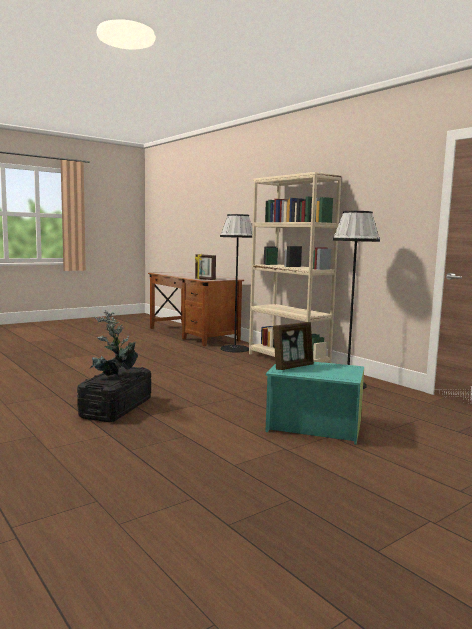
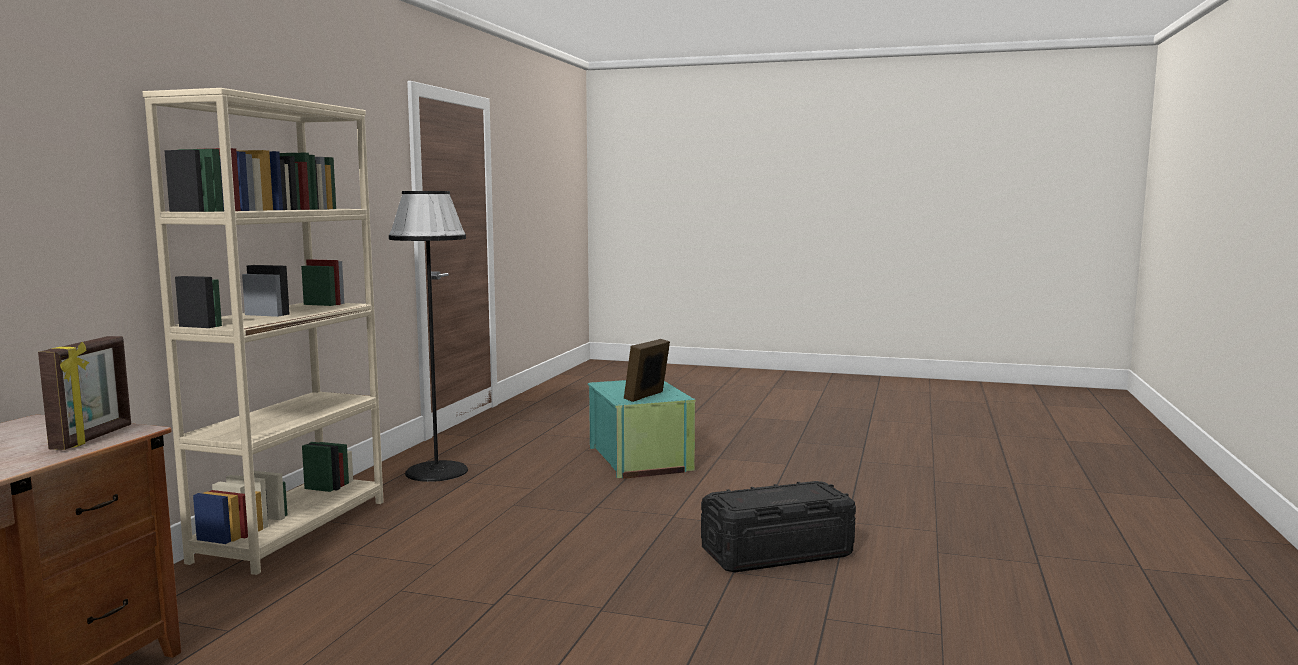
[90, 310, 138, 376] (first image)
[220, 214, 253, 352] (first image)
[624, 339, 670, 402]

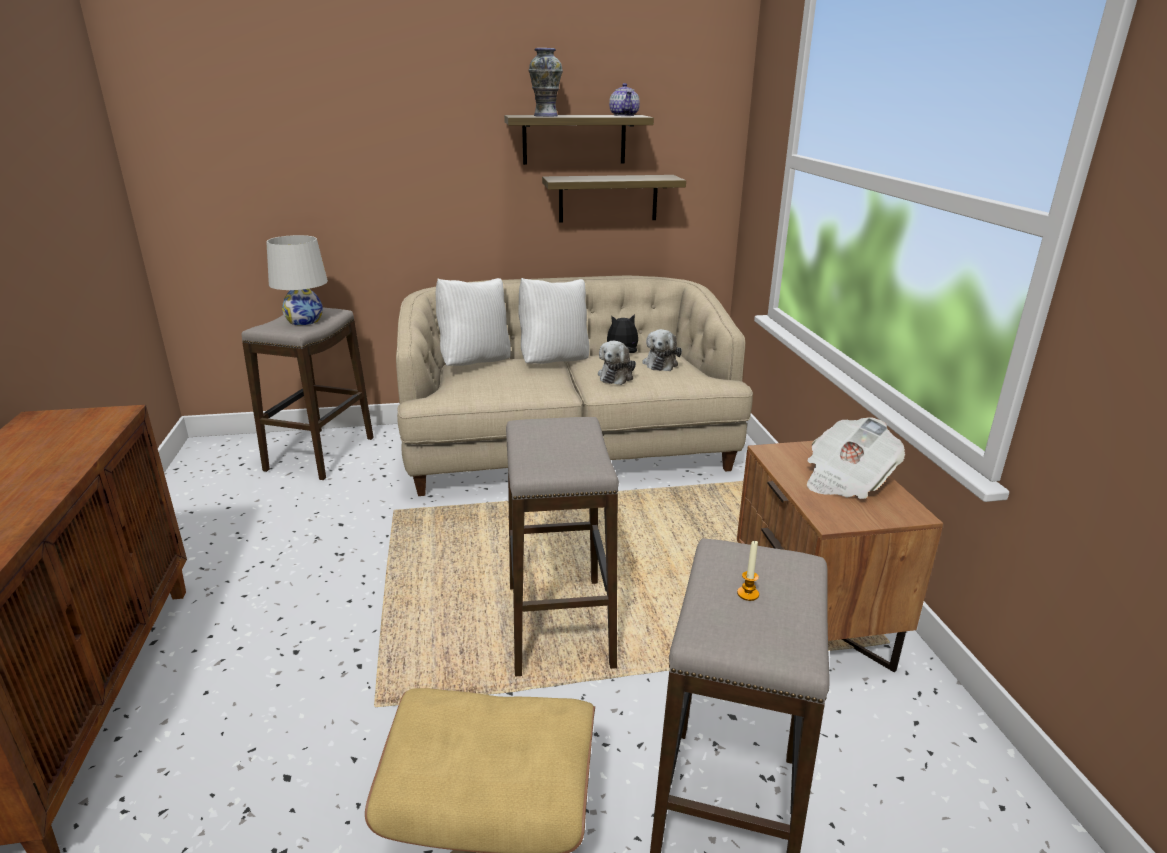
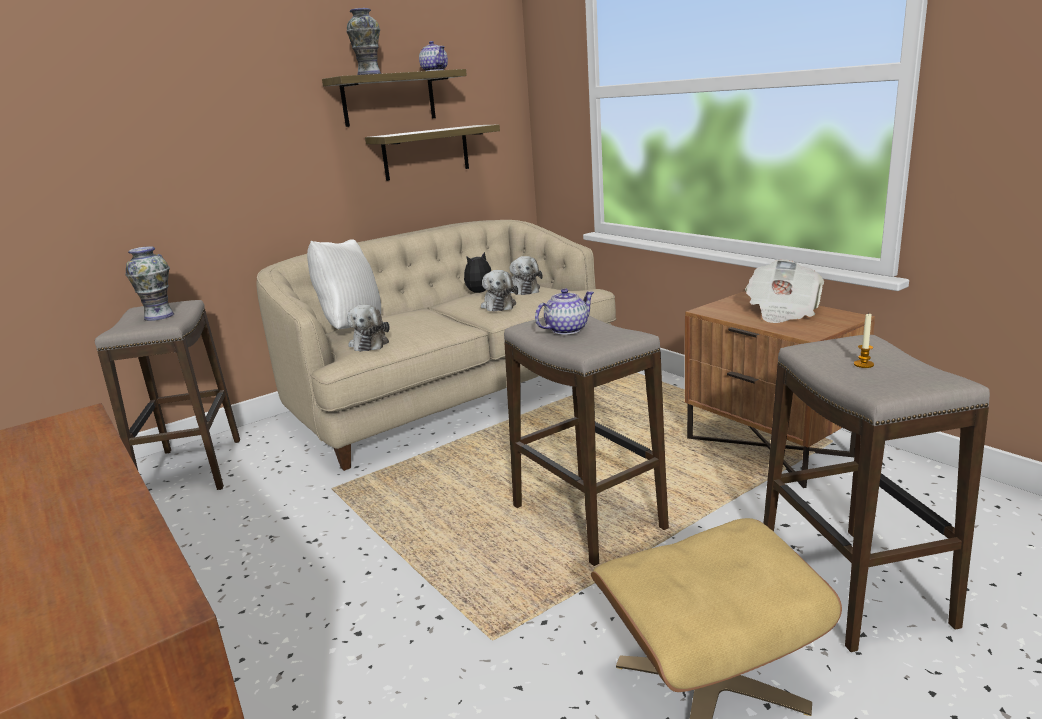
[126, 246, 174, 321]
[518, 278, 589, 364] (first image)
[347, 305, 390, 352]
[535, 288, 594, 335]

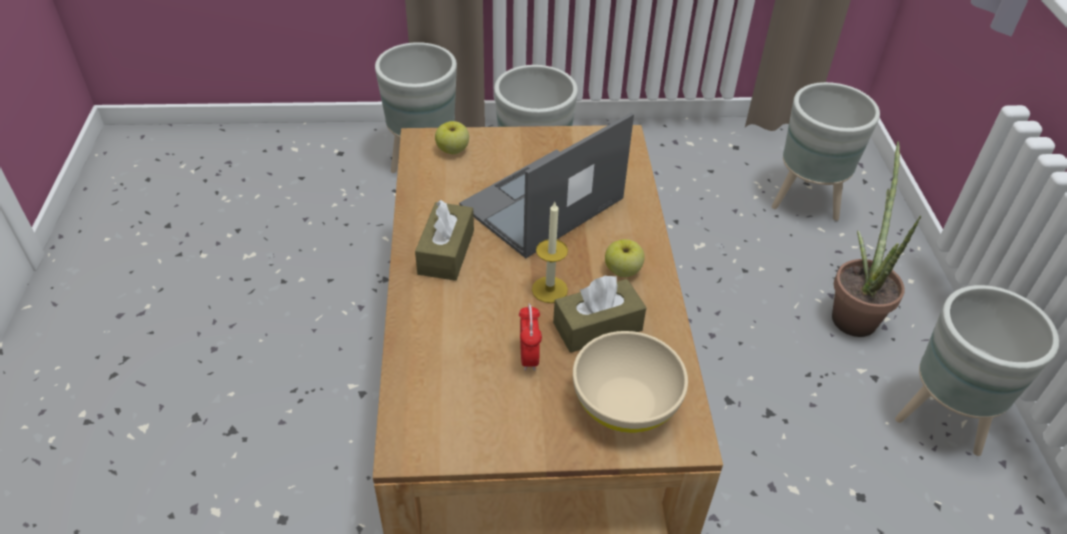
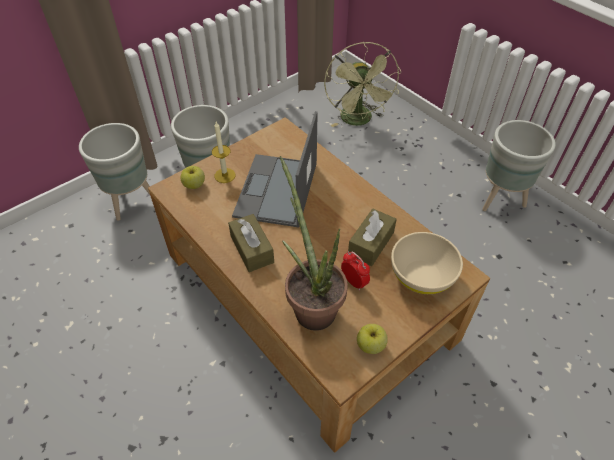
[212, 122, 236, 183]
[357, 324, 388, 354]
[324, 42, 401, 127]
[280, 156, 348, 331]

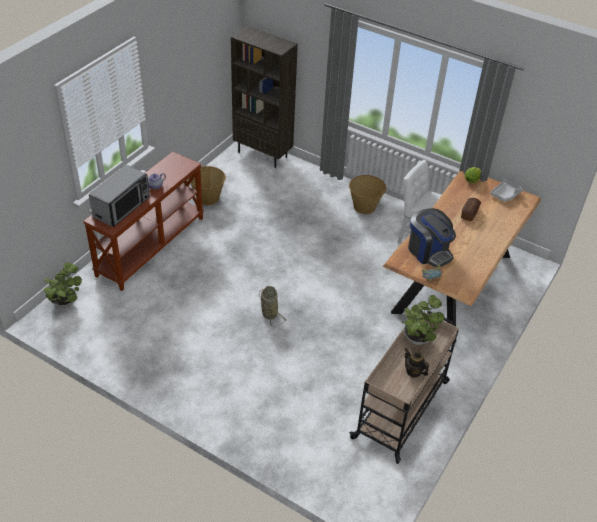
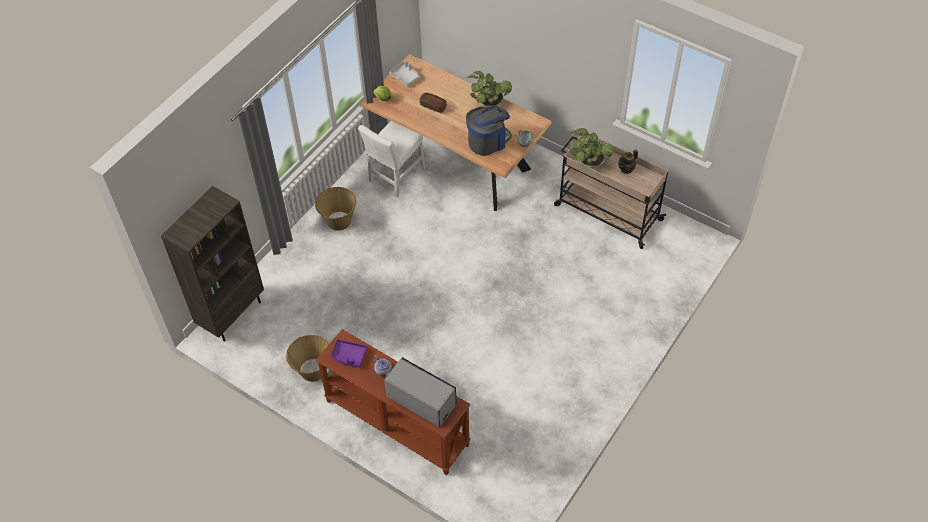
[467, 71, 512, 108]
[259, 286, 286, 327] (first image)
[331, 339, 367, 368]

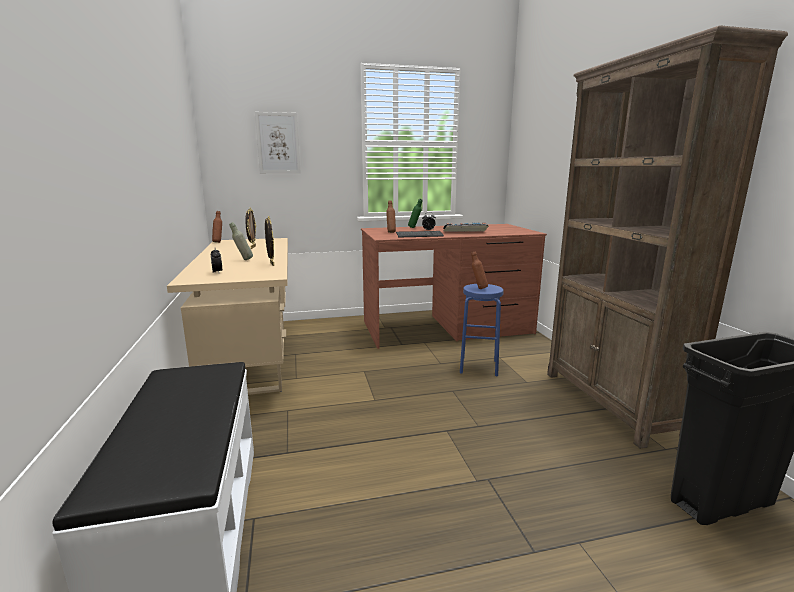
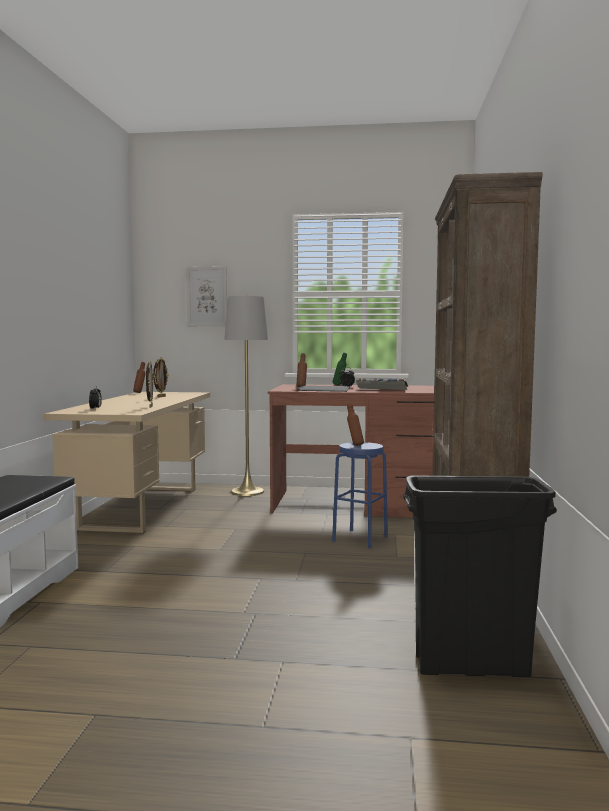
[229, 222, 253, 260] (first image)
[224, 295, 268, 496]

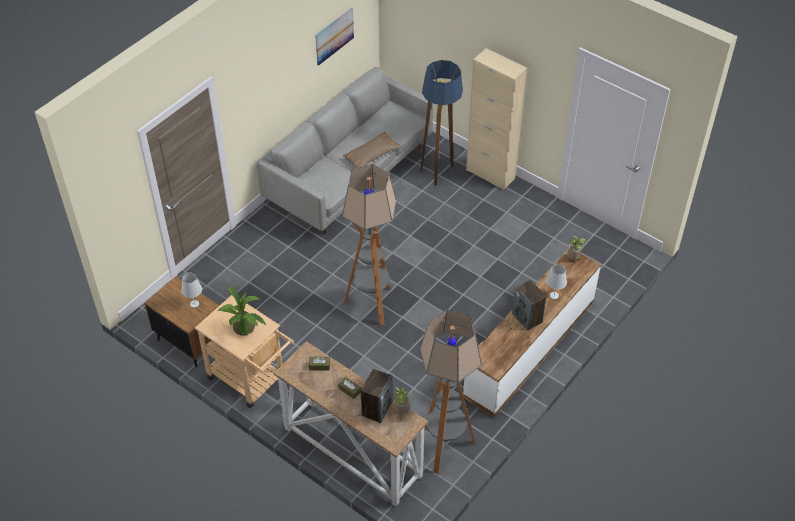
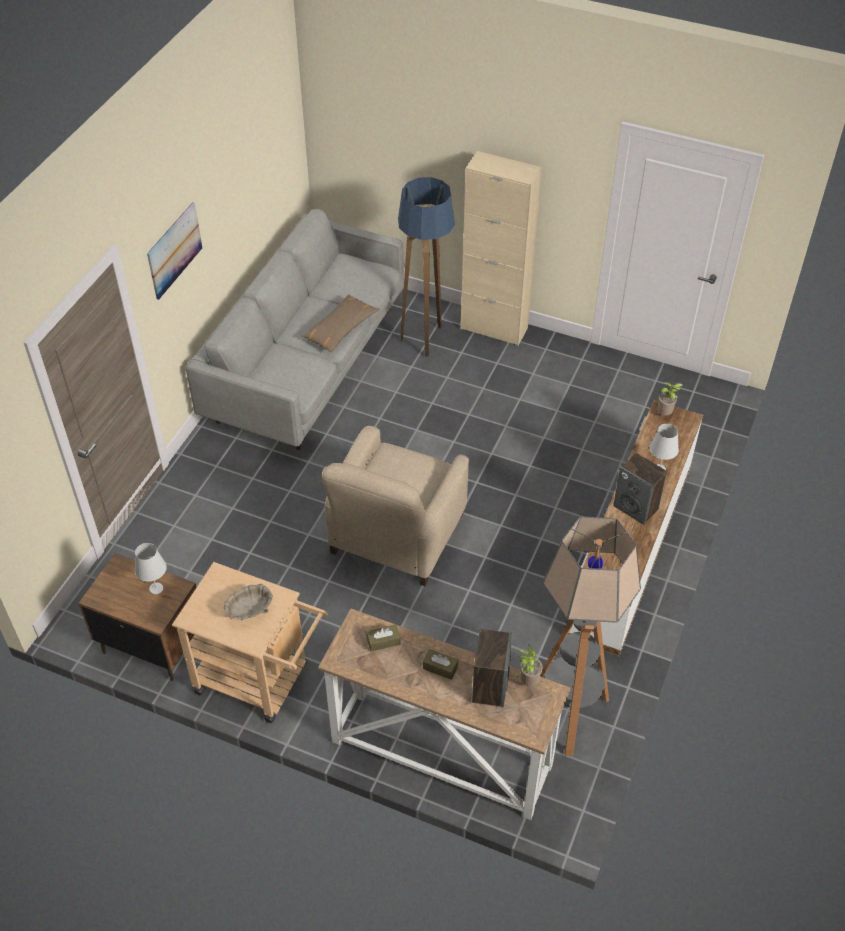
[224, 584, 273, 620]
[147, 202, 202, 300]
[322, 426, 469, 586]

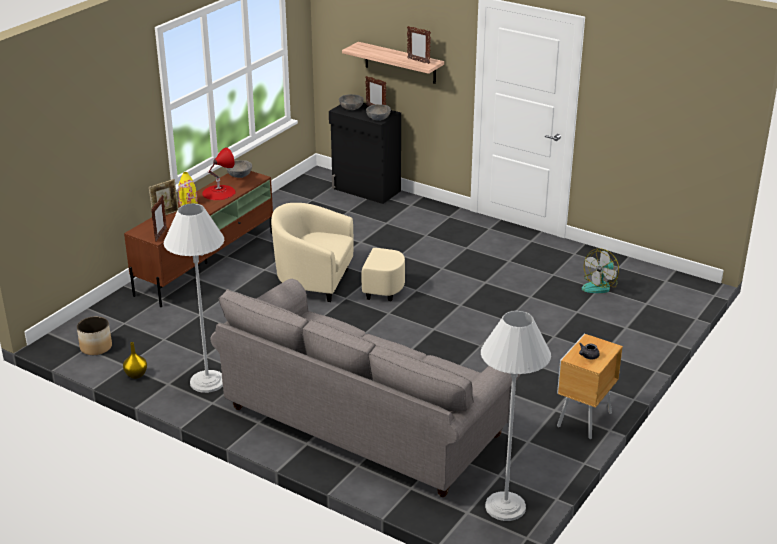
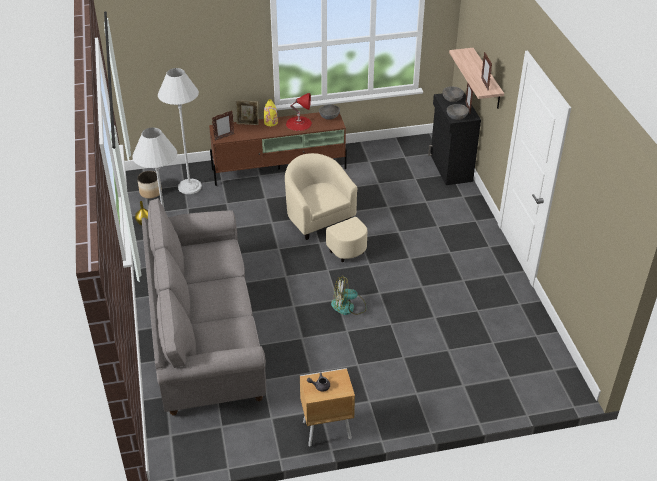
[158, 68, 202, 194]
[331, 276, 367, 315]

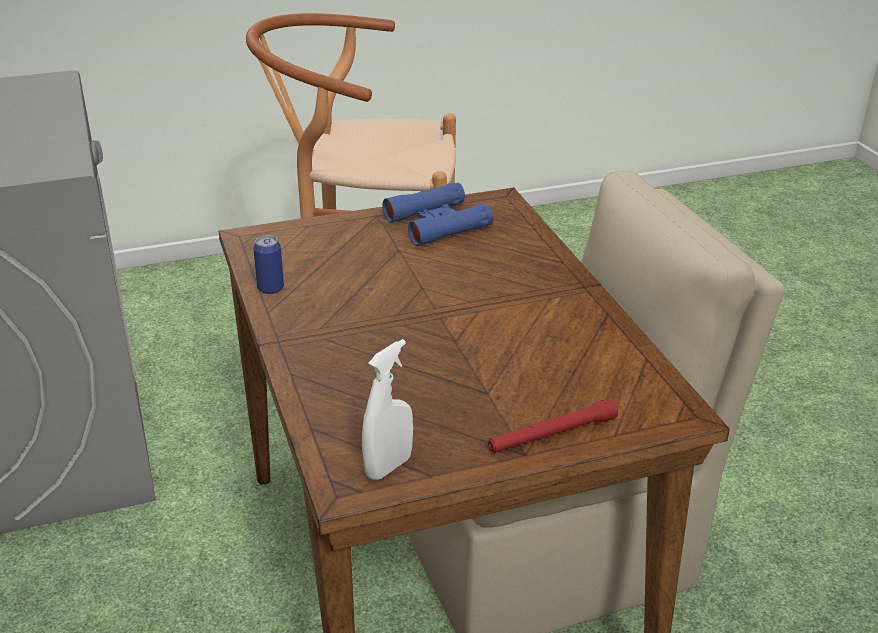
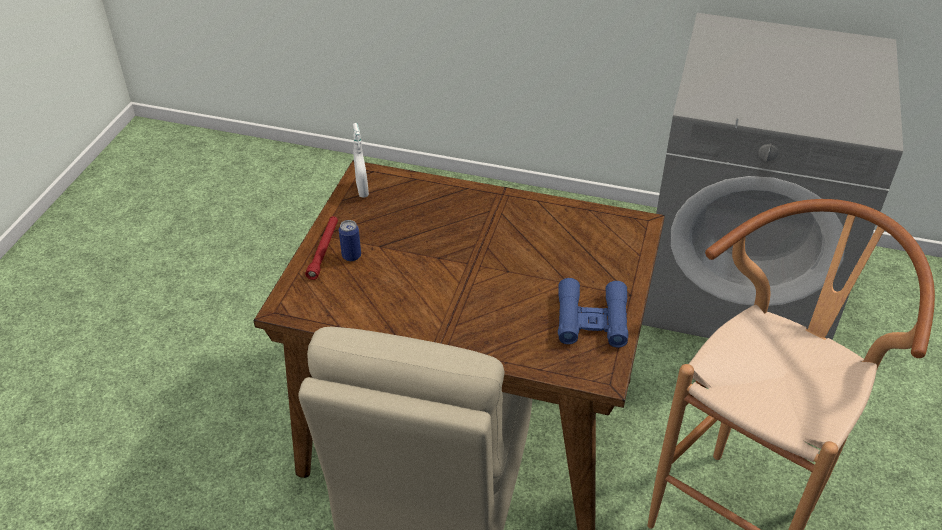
[339, 220, 361, 261]

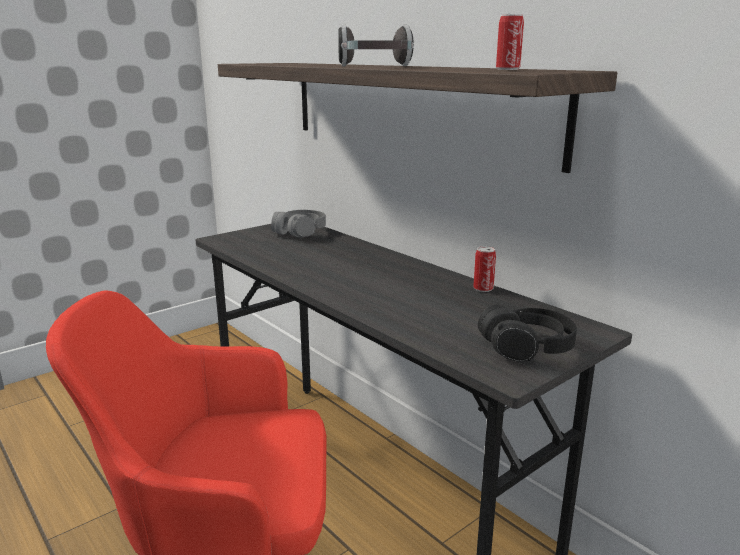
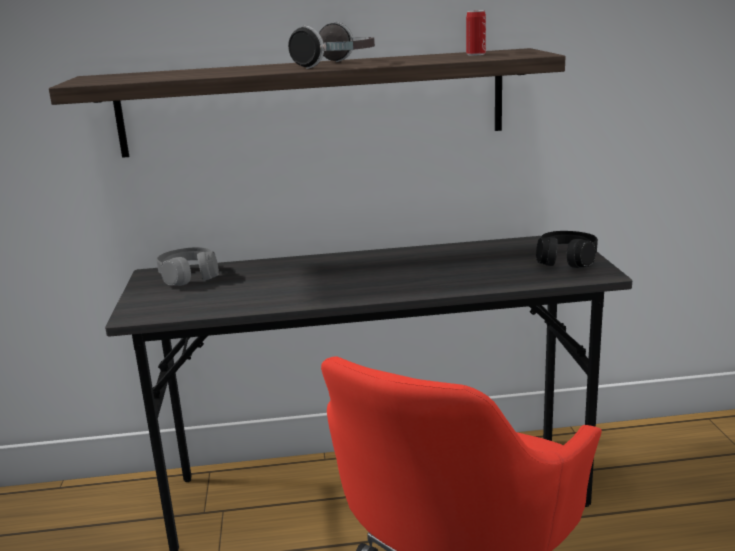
[473, 246, 496, 292] (first image)

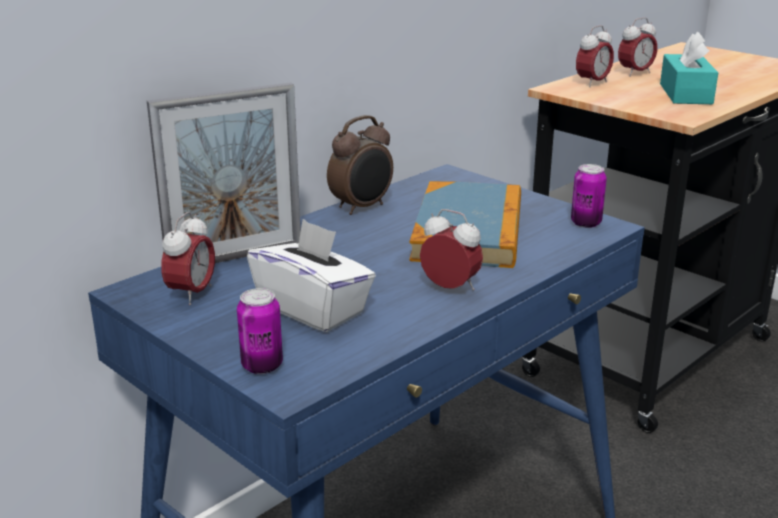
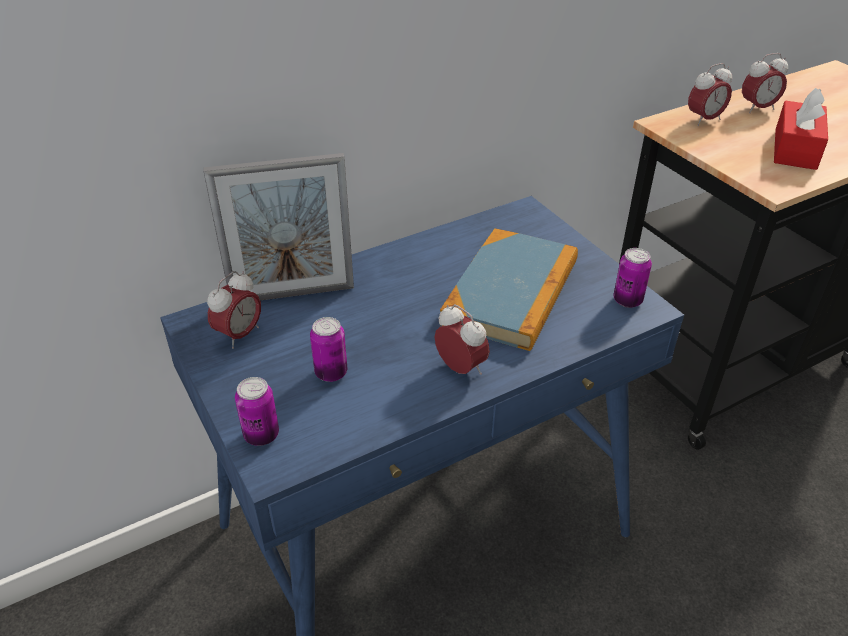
[310, 317, 347, 382]
[327, 115, 393, 215] (first image)
[774, 88, 828, 170]

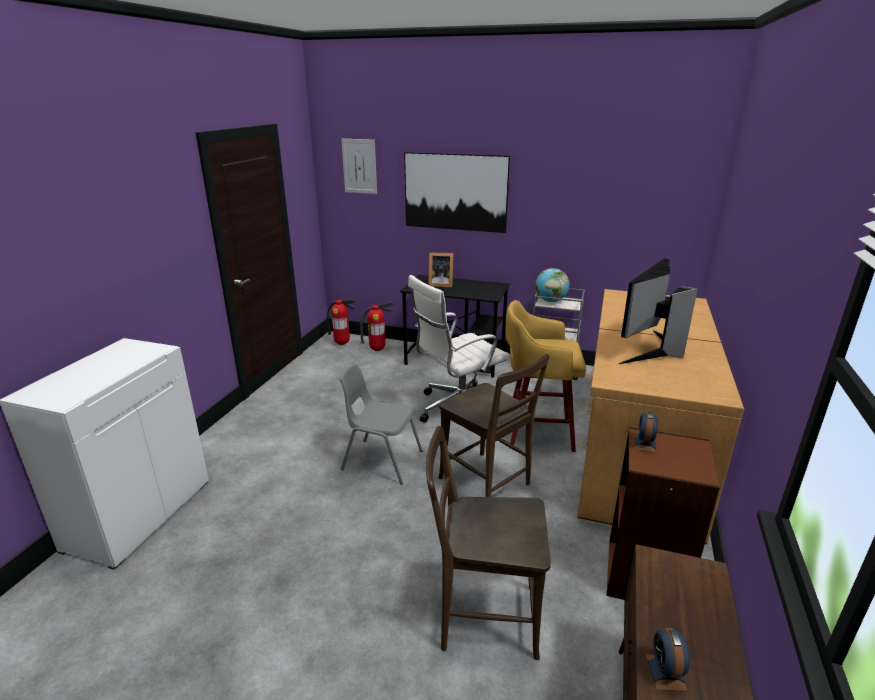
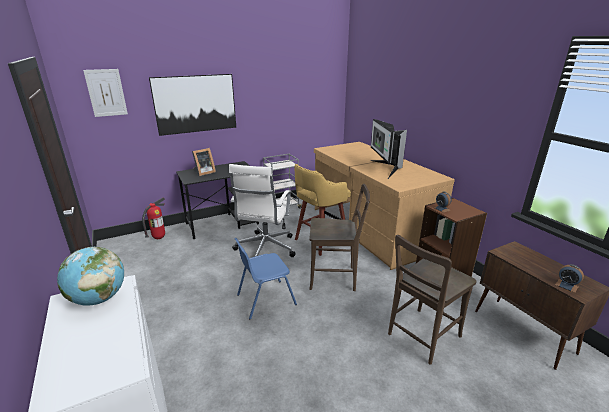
[327, 300, 356, 345] (first image)
[234, 238, 297, 319]
[57, 247, 124, 306]

